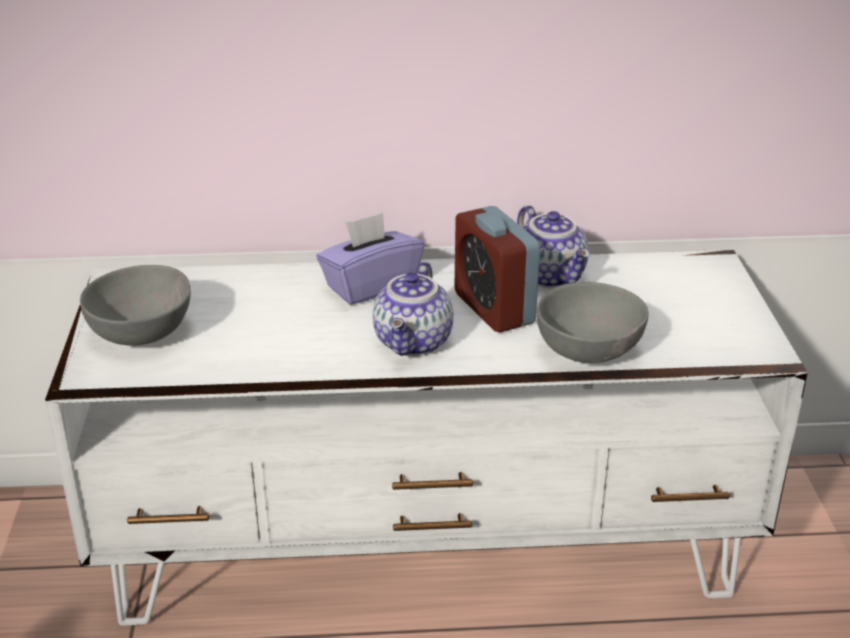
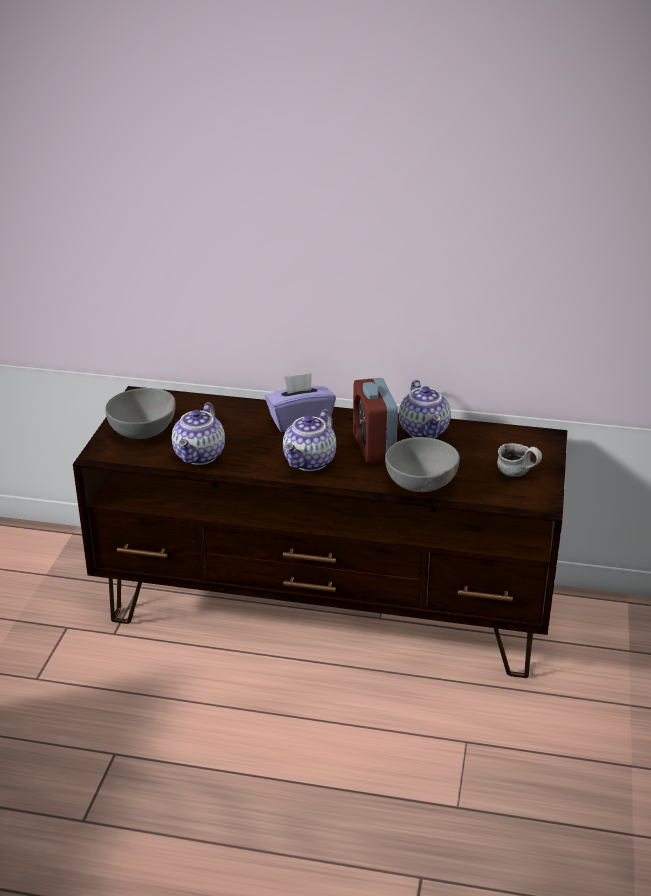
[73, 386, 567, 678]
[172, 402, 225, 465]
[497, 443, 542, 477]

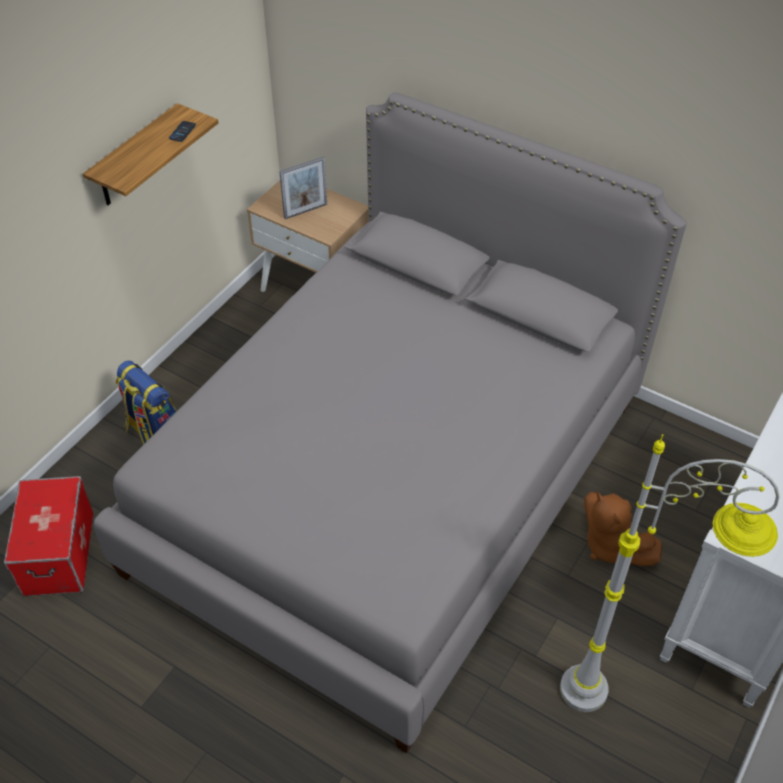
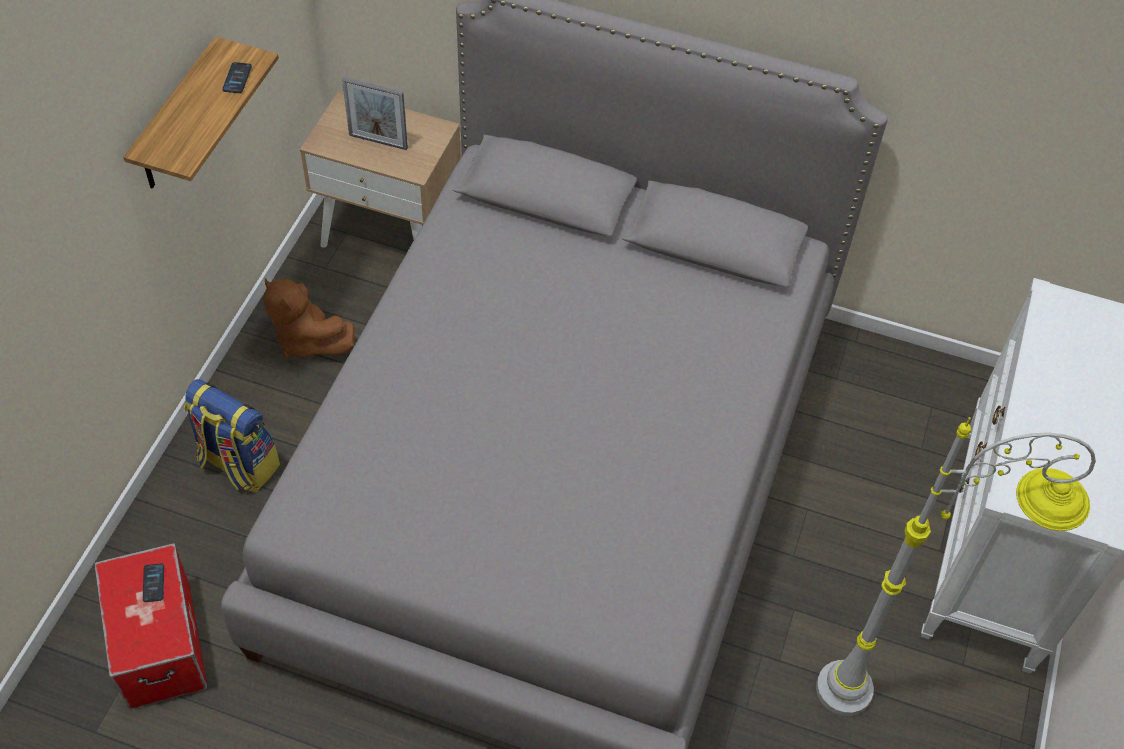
[342, 77, 408, 150]
[263, 278, 355, 358]
[143, 563, 164, 602]

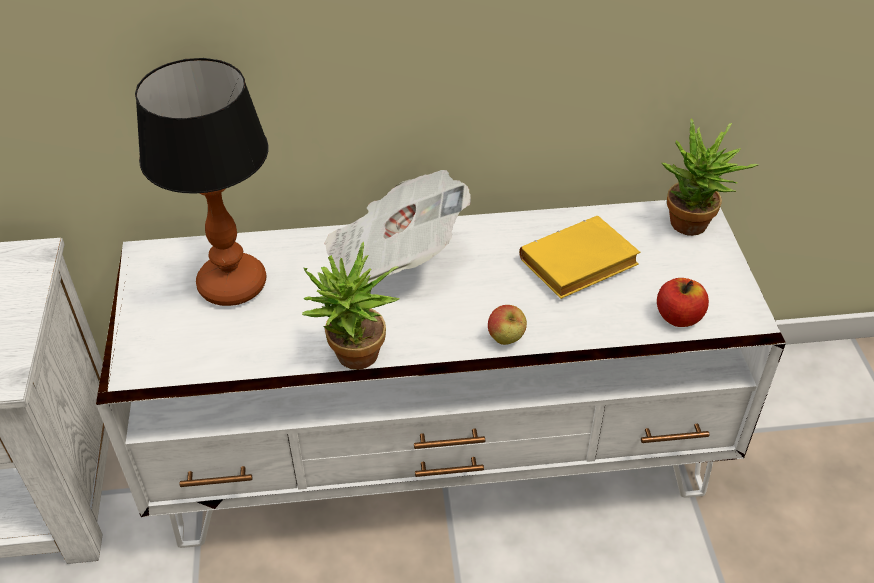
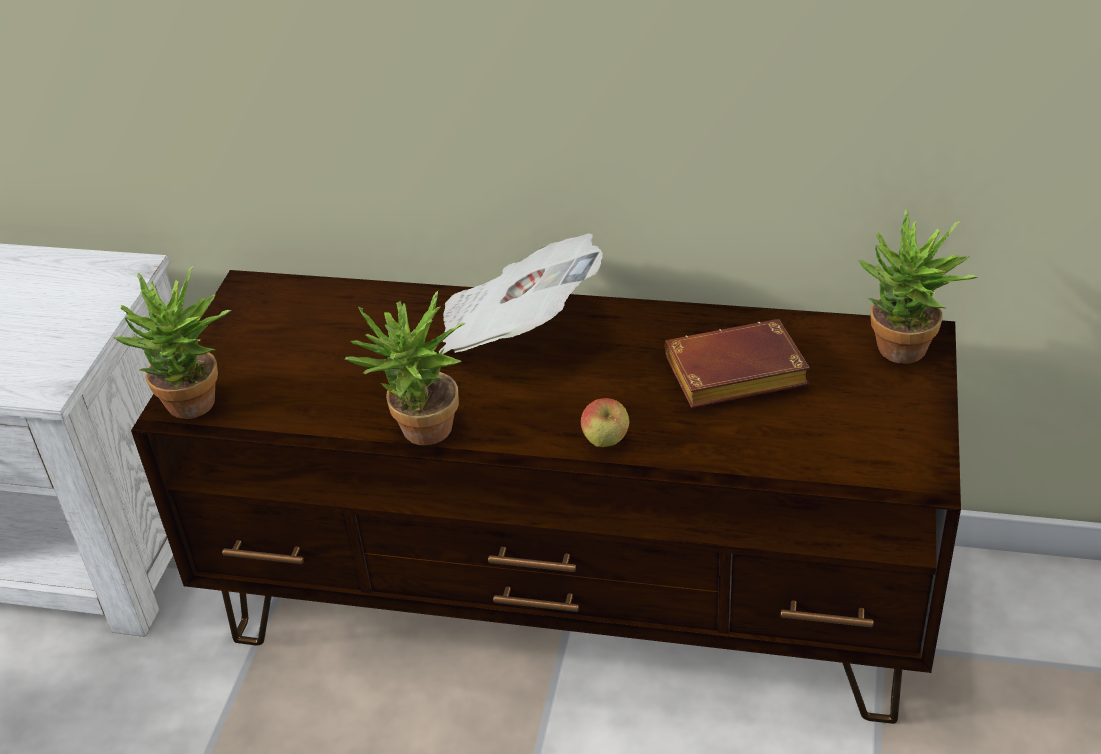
[131, 270, 961, 724]
[135, 58, 268, 306] (first image)
[665, 319, 810, 408]
[657, 278, 709, 327] (first image)
[114, 266, 232, 419]

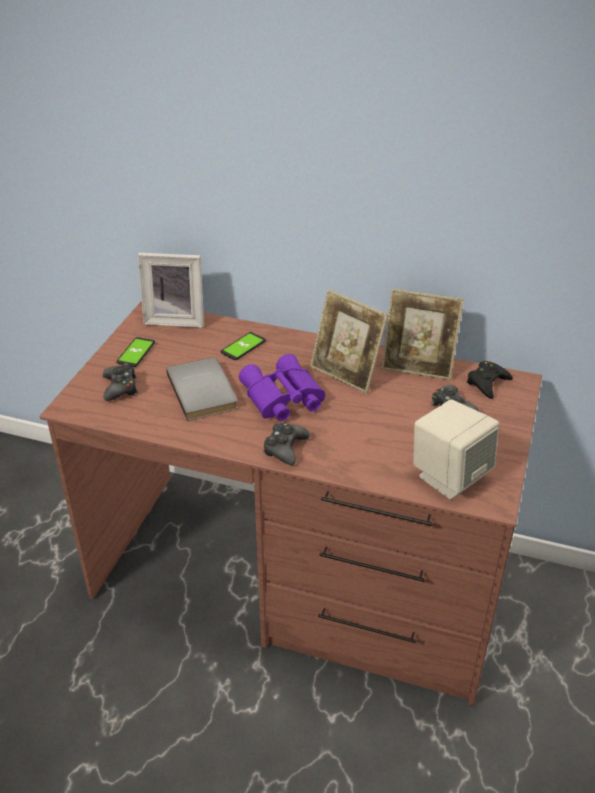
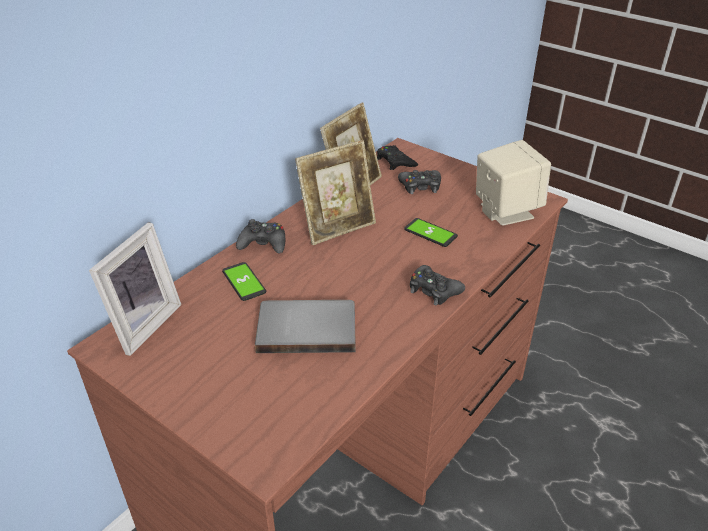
[236, 219, 285, 253]
[404, 218, 458, 247]
[239, 354, 325, 421] (first image)

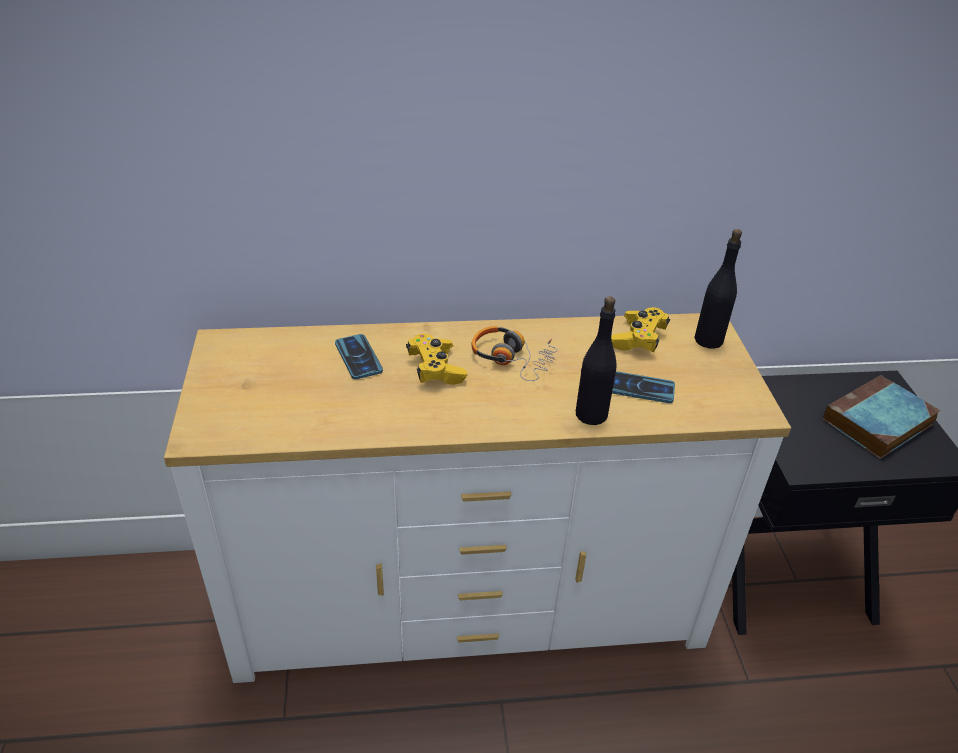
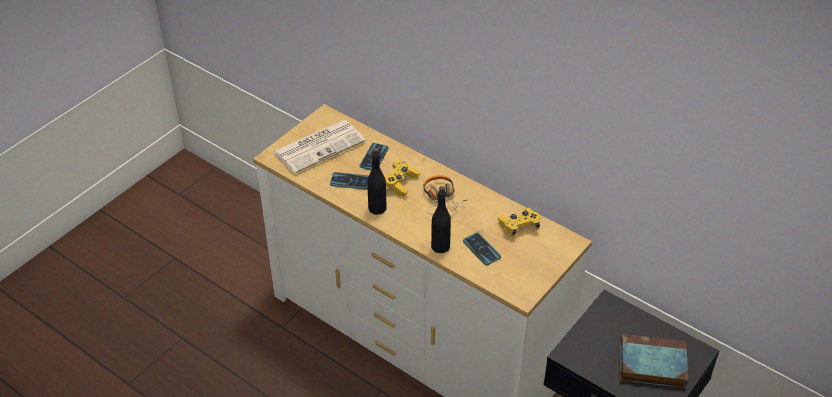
[367, 148, 387, 215]
[273, 120, 365, 174]
[330, 172, 369, 190]

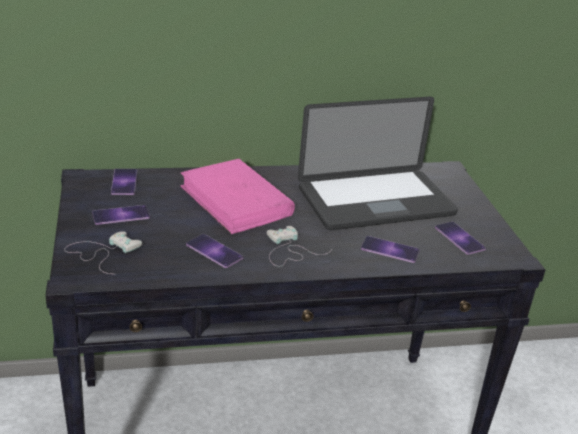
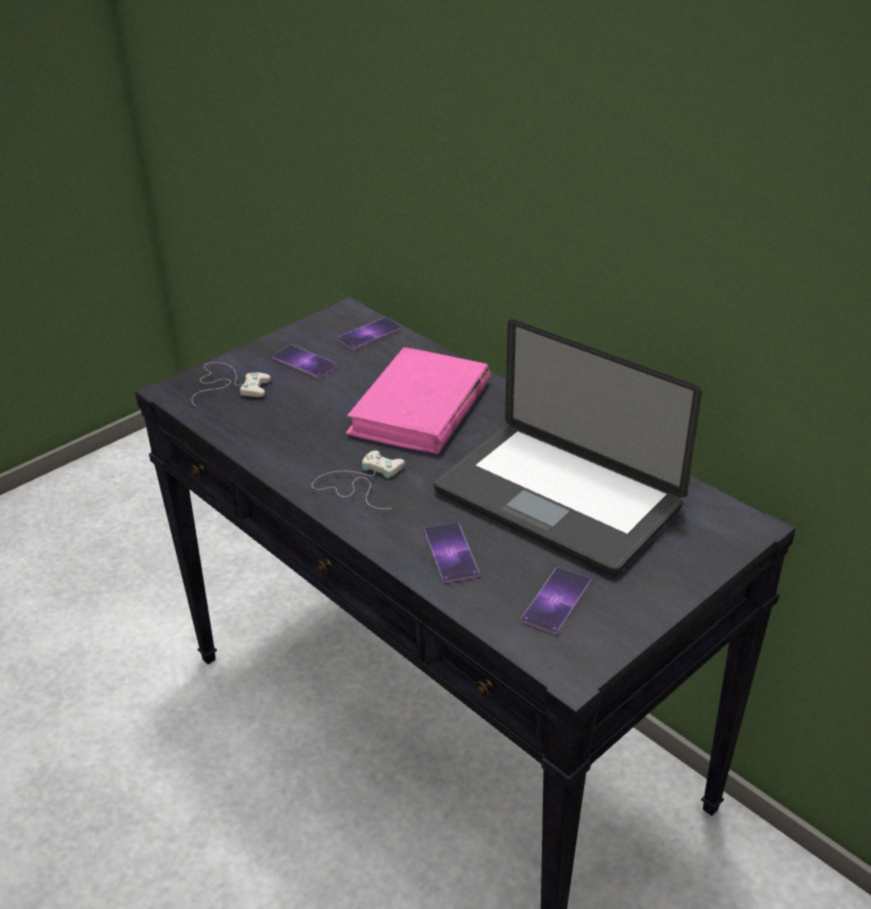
[186, 234, 243, 268] (first image)

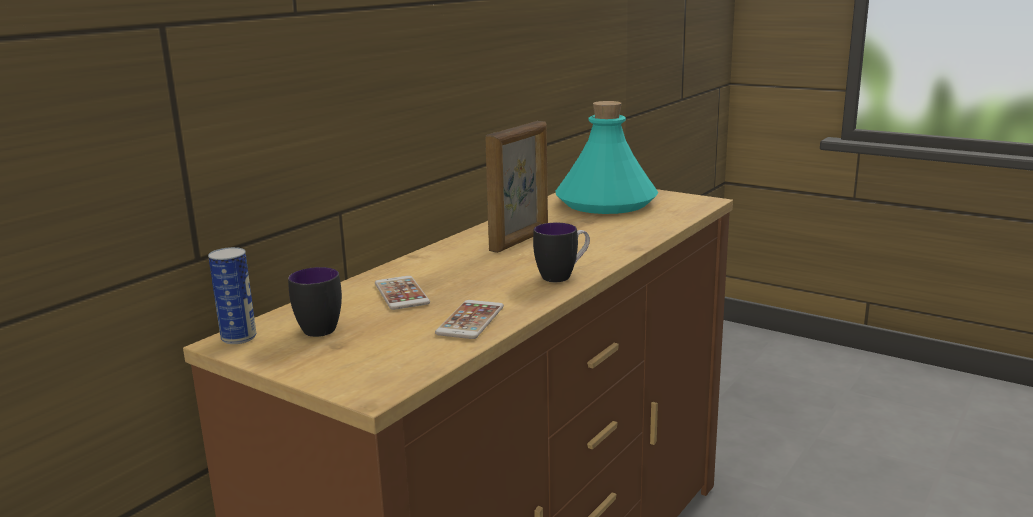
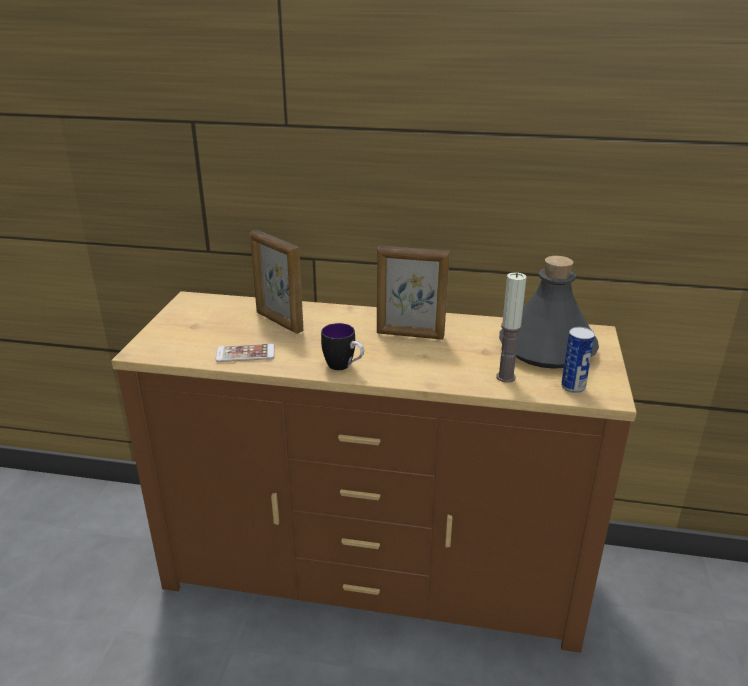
[561, 327, 595, 393]
[288, 267, 342, 337] (first image)
[250, 230, 303, 334]
[499, 256, 599, 369]
[496, 272, 527, 383]

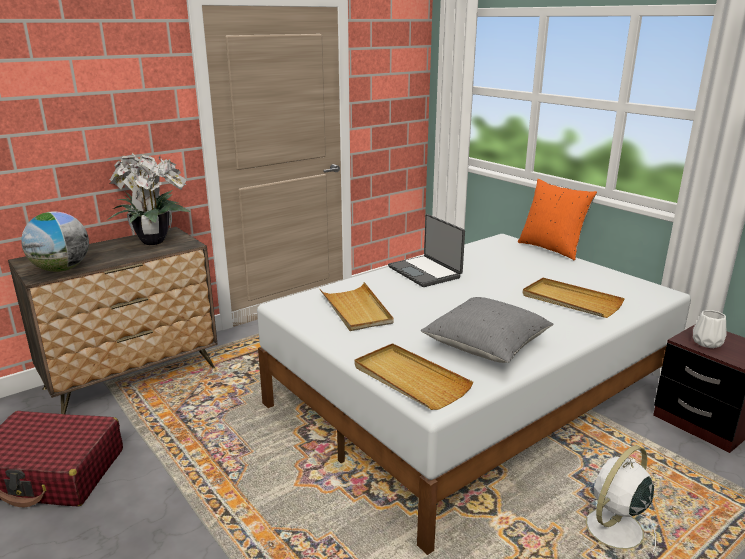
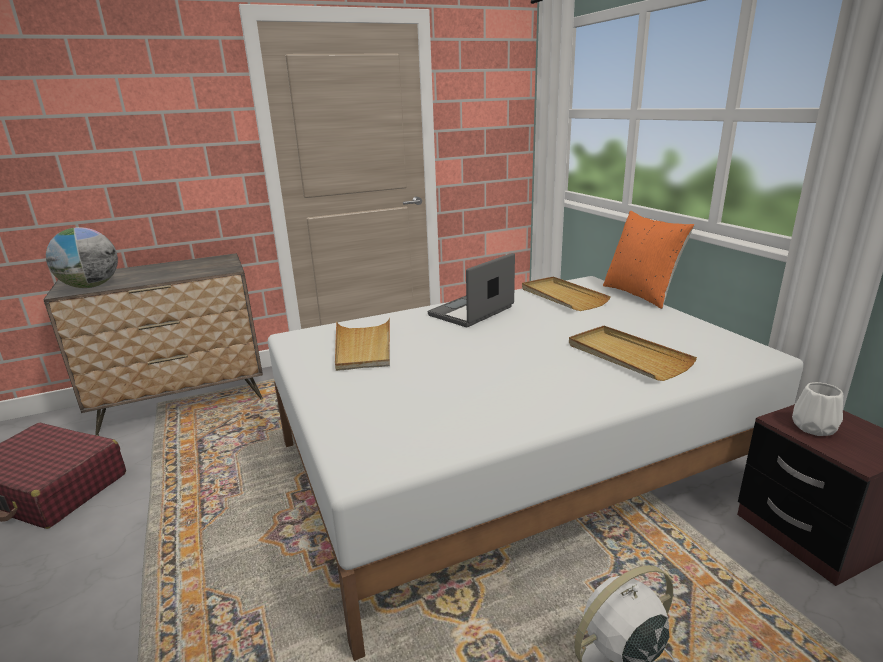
[107, 153, 191, 245] (first image)
[522, 277, 611, 311]
[428, 253, 515, 327]
[421, 297, 553, 363] (first image)

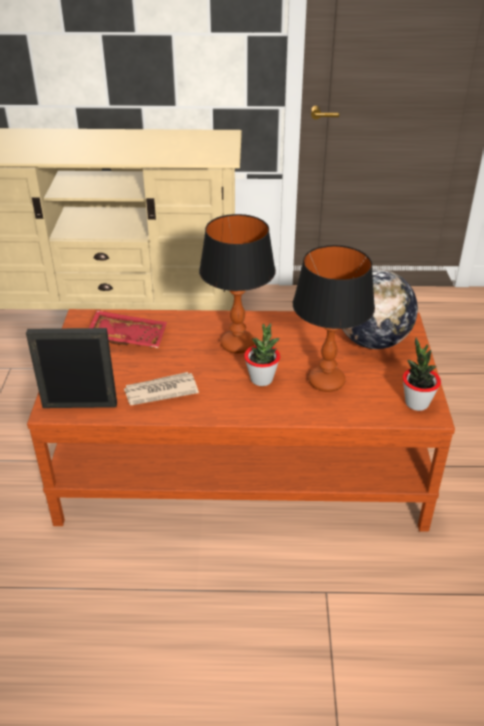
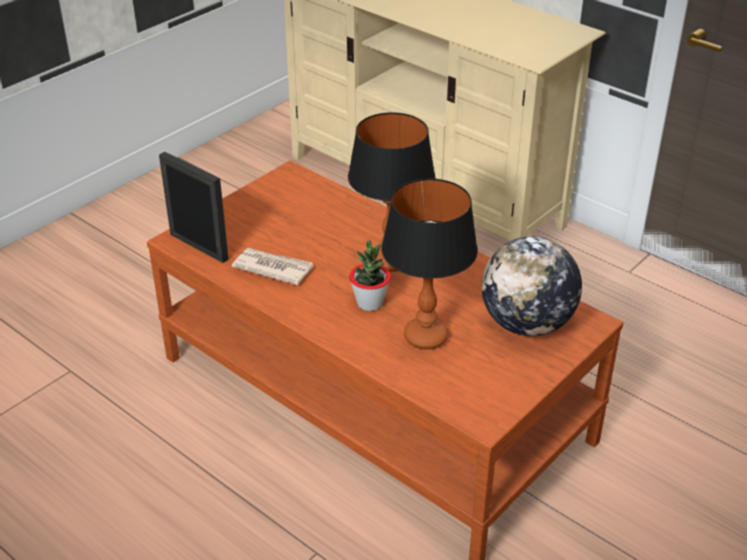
[89, 310, 167, 348] (first image)
[403, 337, 441, 411] (first image)

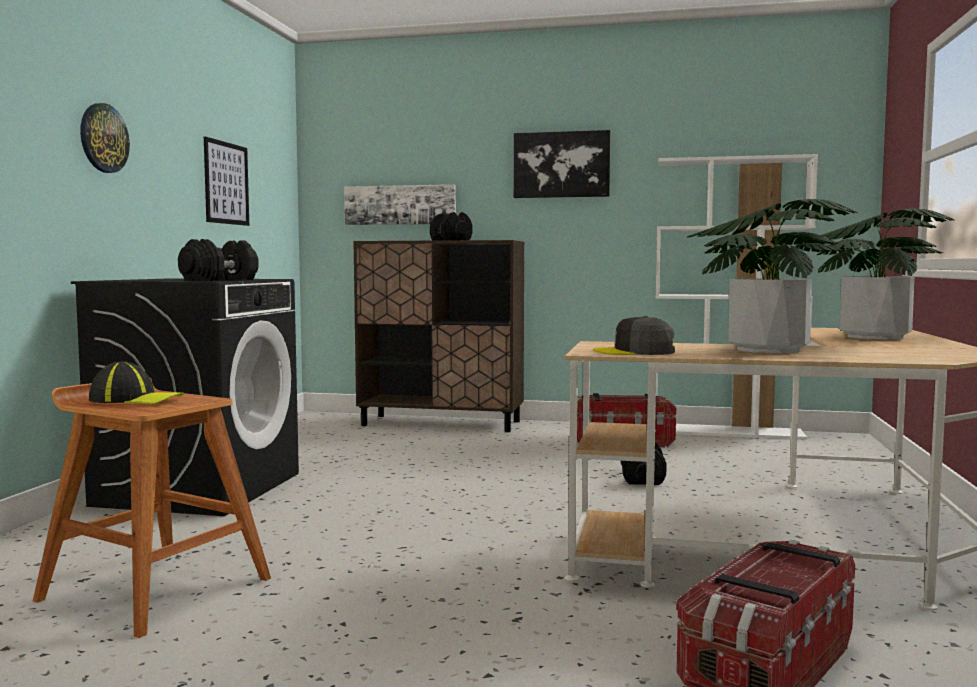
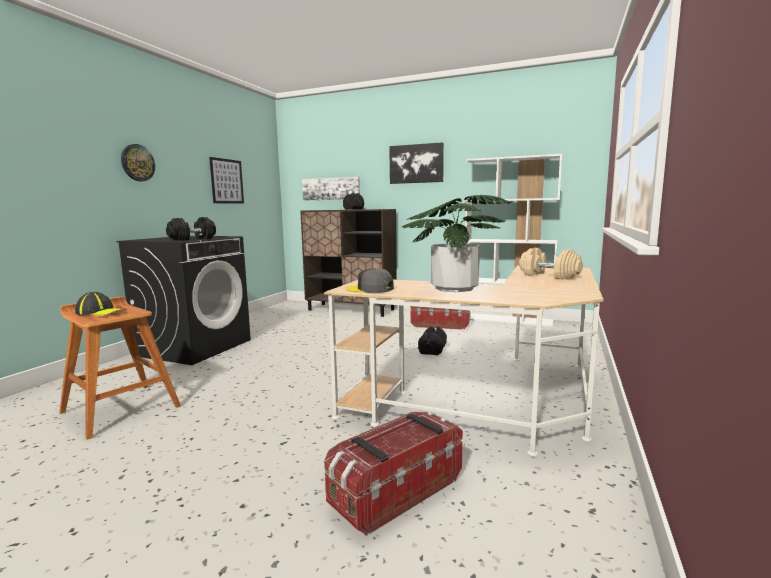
[519, 248, 583, 280]

